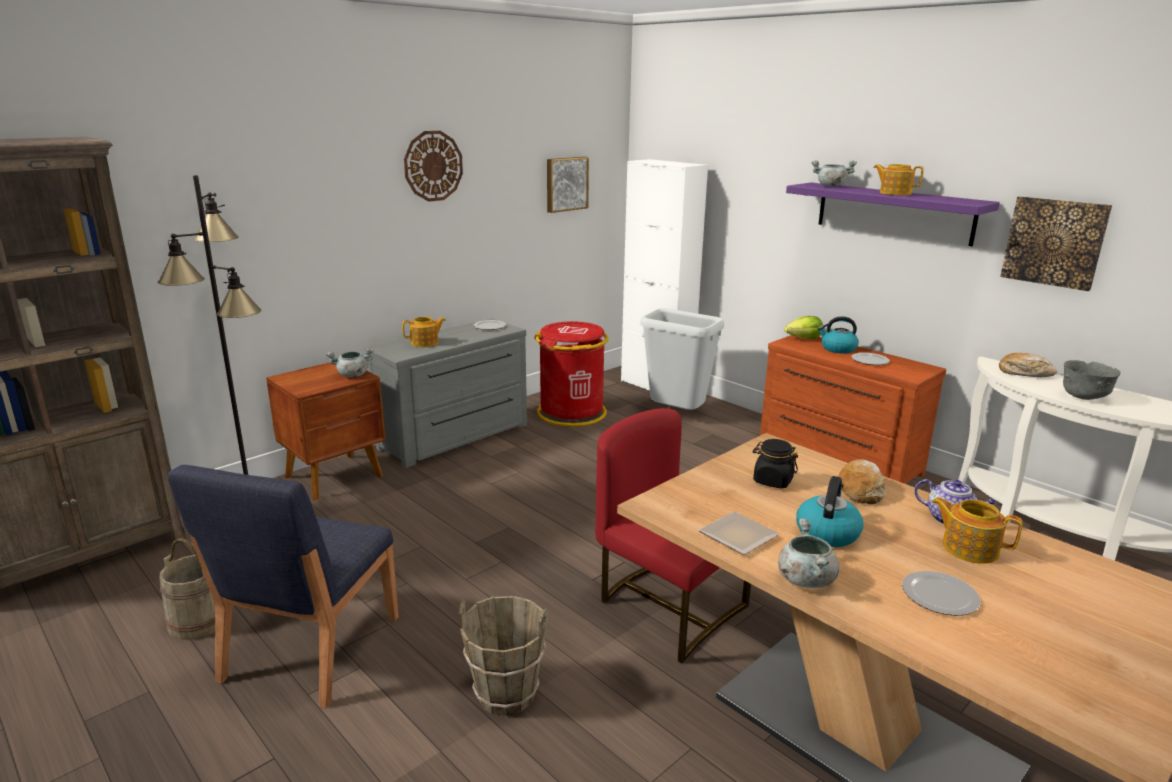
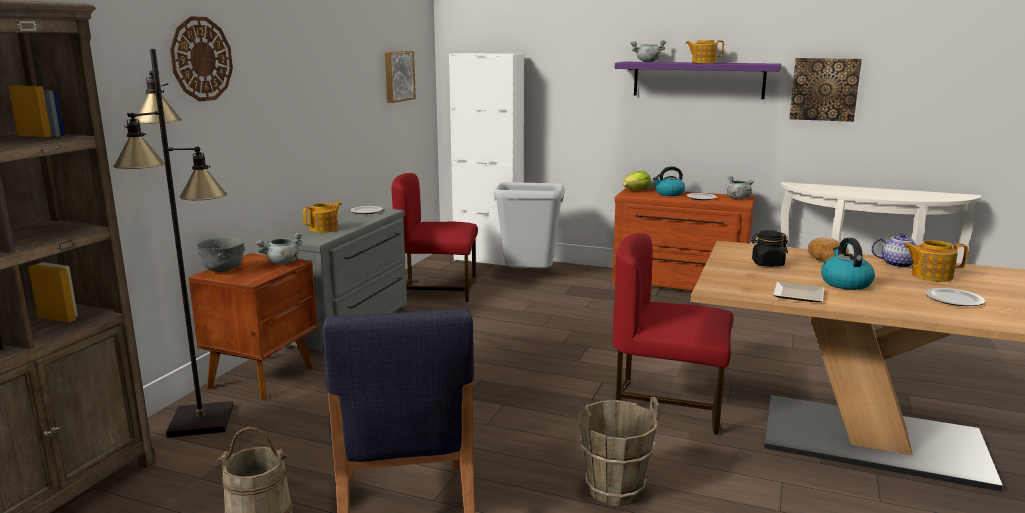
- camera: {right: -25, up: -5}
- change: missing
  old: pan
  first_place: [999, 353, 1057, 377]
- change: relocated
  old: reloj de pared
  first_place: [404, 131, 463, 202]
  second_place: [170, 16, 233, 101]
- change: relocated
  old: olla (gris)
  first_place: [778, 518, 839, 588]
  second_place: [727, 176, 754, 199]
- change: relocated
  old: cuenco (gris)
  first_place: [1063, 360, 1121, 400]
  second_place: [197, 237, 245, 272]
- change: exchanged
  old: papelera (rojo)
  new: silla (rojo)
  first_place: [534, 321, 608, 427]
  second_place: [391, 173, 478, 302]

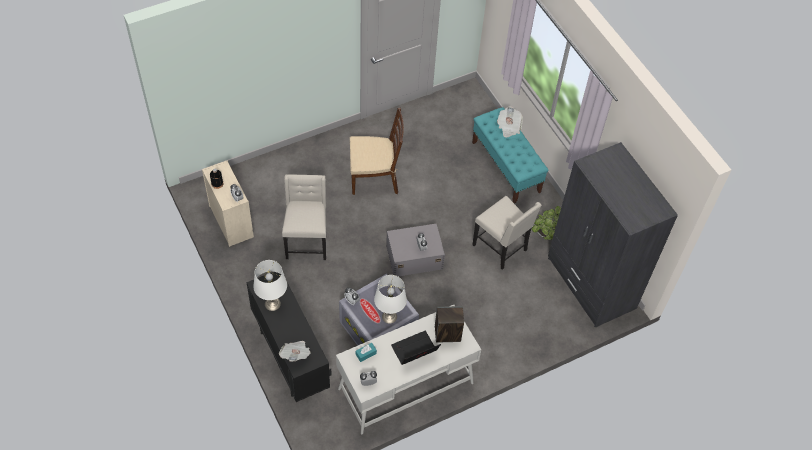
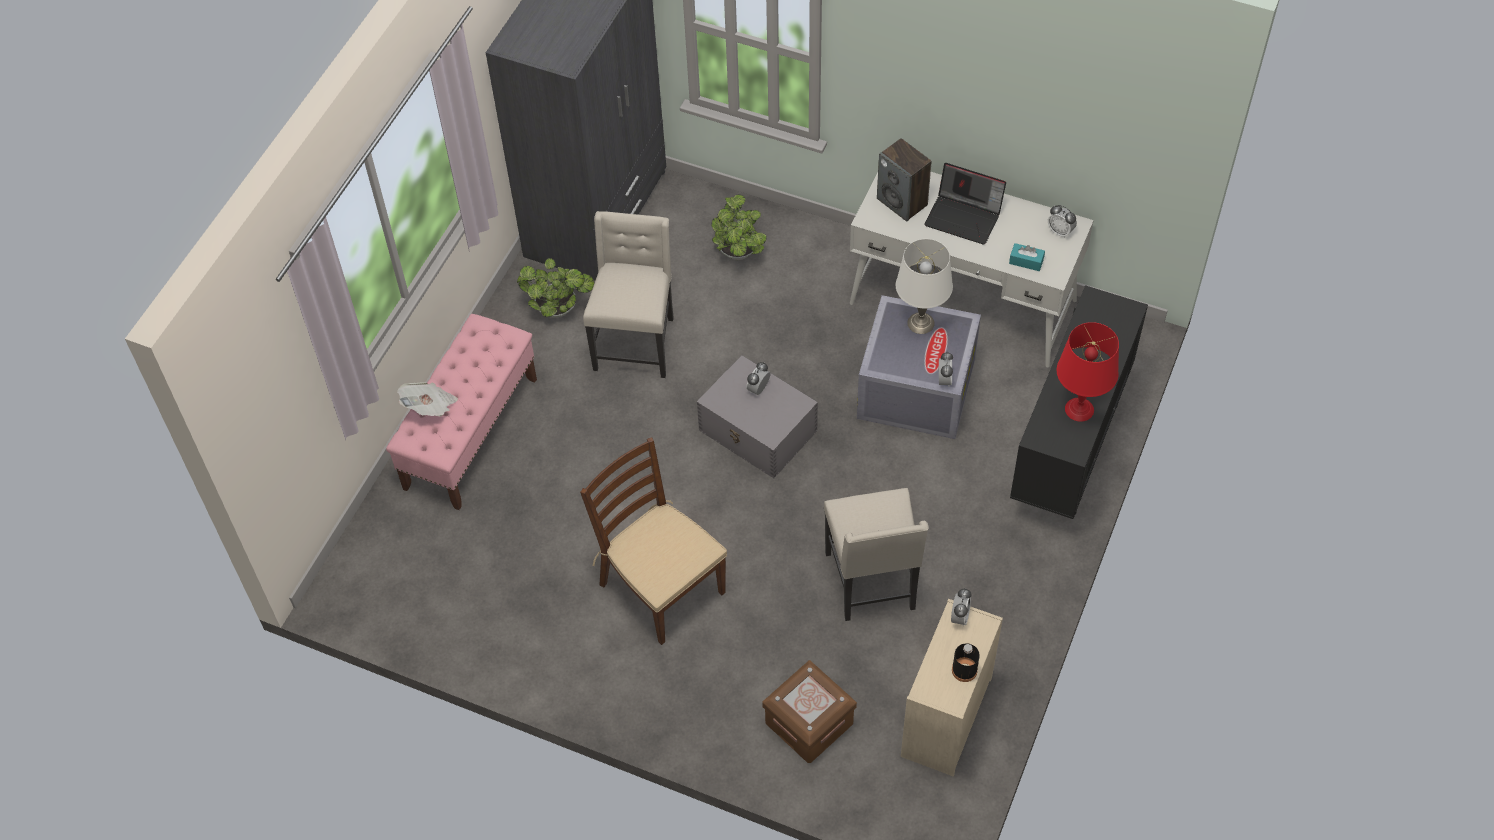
- camera: {right: -125, up: 0}
- change: missing
  old: periódico
  first_place: [279, 341, 311, 362]
- change: appeared
  new: planta en maceta
  second_place: [711, 194, 767, 260]
- change: appeared
  new: caja de almacenaje (marrón)
  second_place: [762, 660, 857, 763]
- change: colour
  old: lámpara de mesa (blanco)
  new: lámpara de mesa (rojo)
  first_place: [253, 260, 287, 311]
  second_place: [1057, 322, 1119, 422]
- change: colour
  old: banco (turquesa)
  new: banco (rosa)
  first_place: [472, 107, 549, 203]
  second_place: [386, 314, 537, 510]
- change: spun
  old: silla (beis)
  first_place: [282, 174, 326, 260]
  second_place: [824, 488, 929, 621]
  degrees: -60

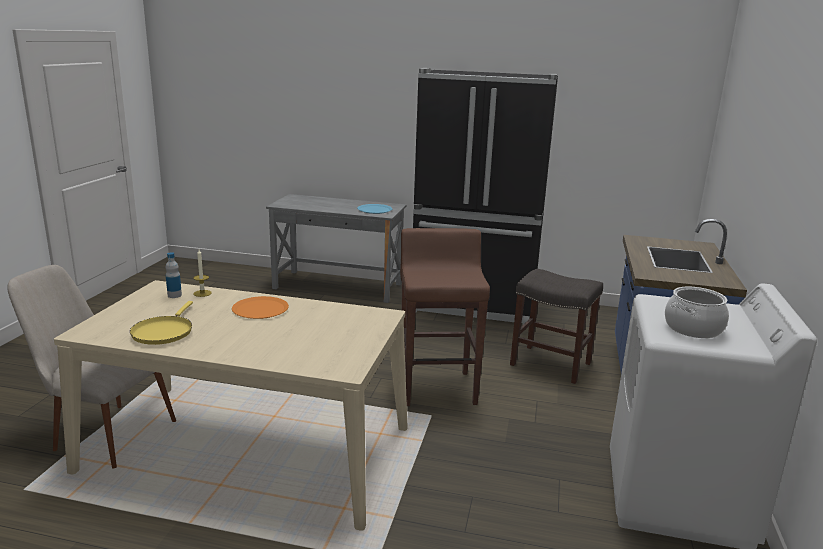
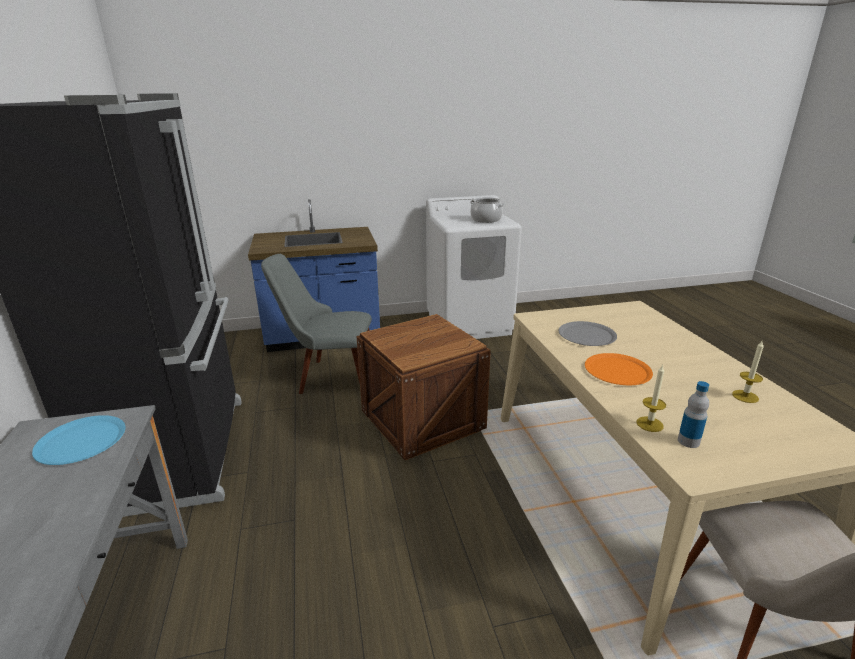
- camera: {right: -115, up: 5}
- change: appeared
  new: plato (gris)
  second_place: [559, 321, 617, 346]
- change: exchanged
  old: sartén (amarillo)
  new: vela
  first_place: [130, 301, 193, 345]
  second_place: [732, 341, 764, 403]
- change: exchanged
  old: taburete (marrón)
  new: caja de embalaje
  first_place: [400, 228, 490, 406]
  second_place: [356, 314, 491, 460]
- change: exchanged
  old: taburete (gris)
  new: silla (gris)
  first_place: [510, 269, 603, 384]
  second_place: [261, 254, 372, 394]

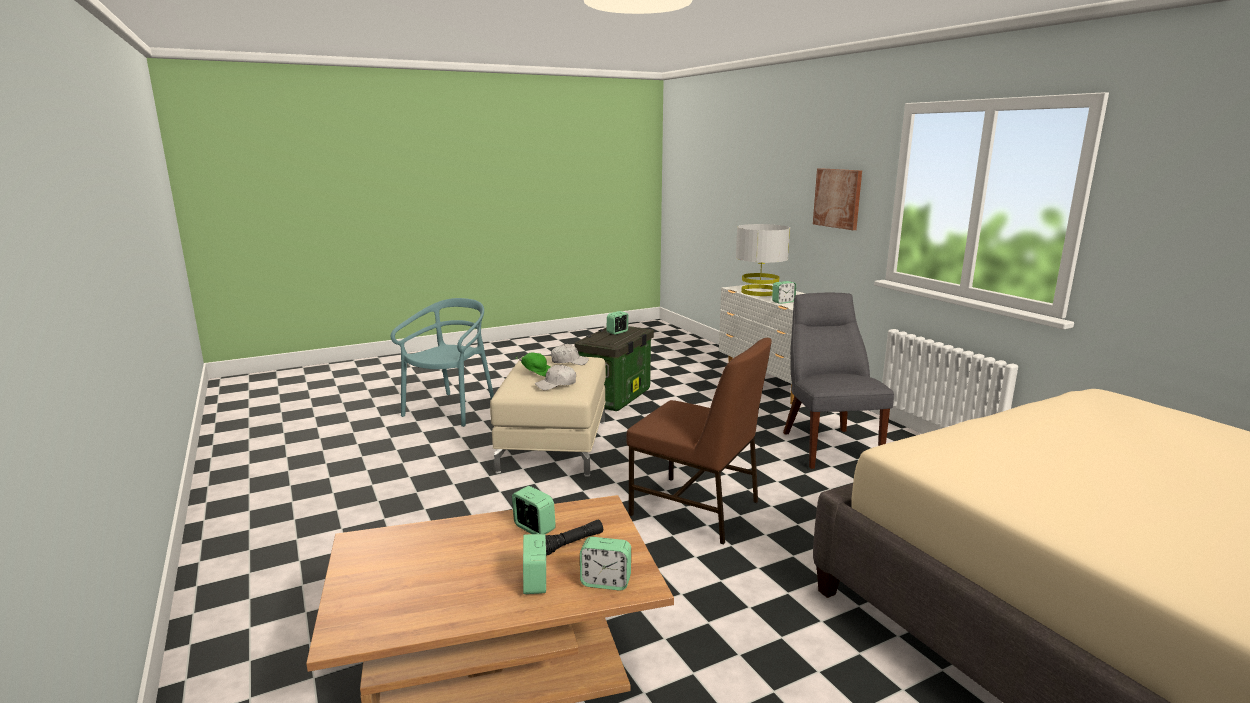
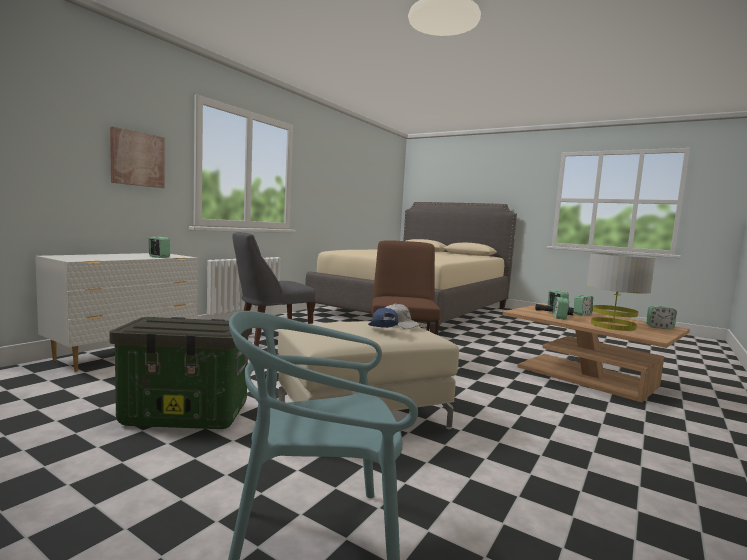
- camera: {right: -120, up: -10}
- change: missing
  old: gorra (blanco)
  first_place: [551, 344, 589, 365]
- change: relocated
  old: despertador
  first_place: [606, 311, 629, 335]
  second_place: [646, 306, 677, 329]
- change: relocated
  old: lámpara de mesa (gris)
  first_place: [736, 224, 790, 296]
  second_place: [586, 253, 655, 331]
- change: colour
  old: gorra (verde)
  new: gorra (azul)
  first_place: [516, 353, 550, 377]
  second_place: [368, 308, 398, 328]

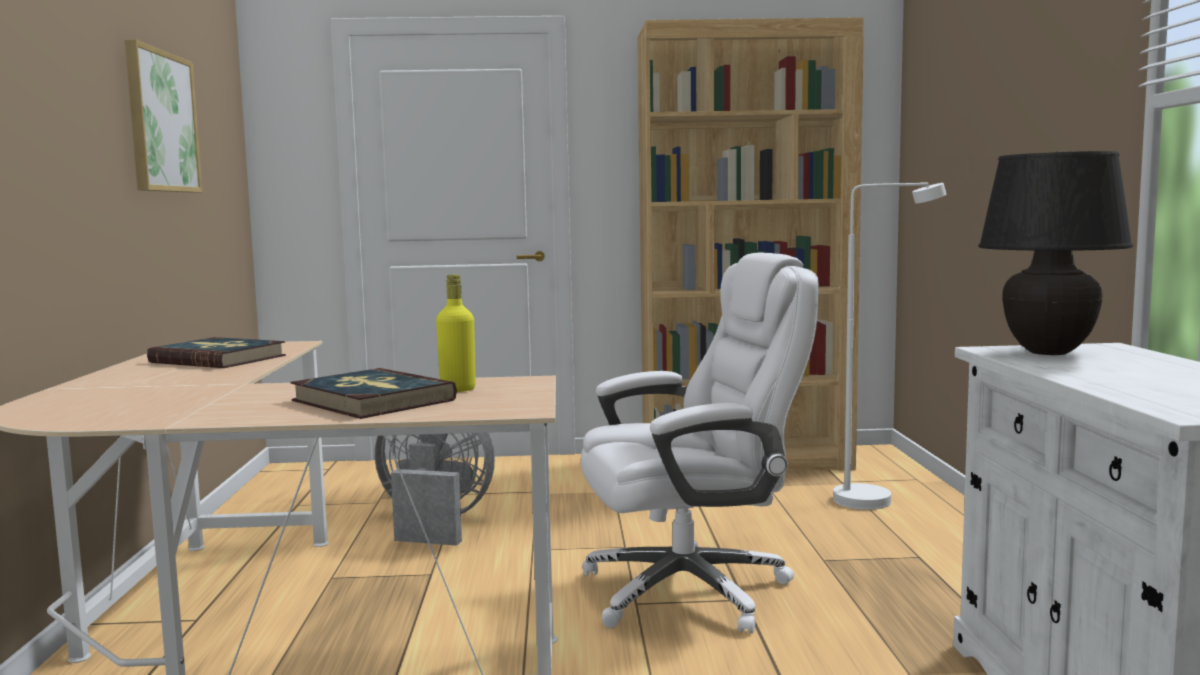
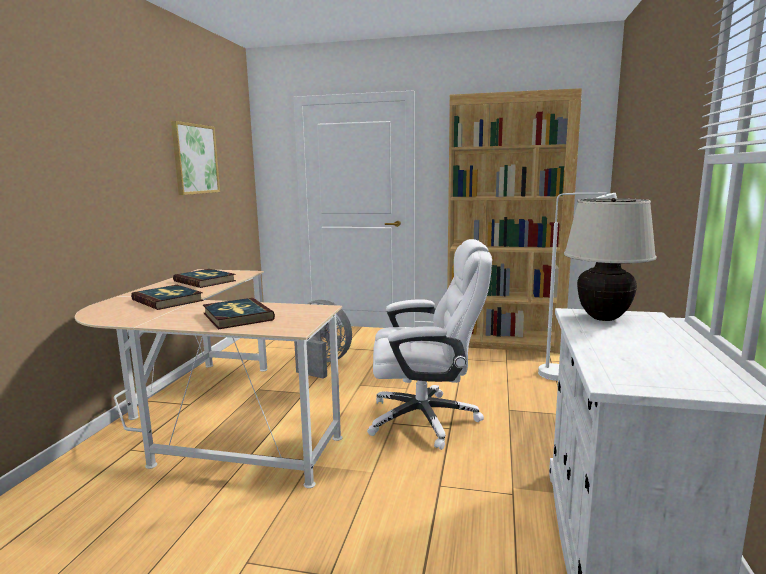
- camera: {right: 15, up: 5}
- change: missing
  old: botella (amarillo)
  first_place: [436, 274, 476, 392]
- change: appeared
  new: libro
  second_place: [131, 285, 204, 310]
- change: colour
  old: lámpara de mesa (negro)
  new: lámpara de mesa (beis)
  first_place: [978, 151, 1133, 355]
  second_place: [564, 198, 657, 321]

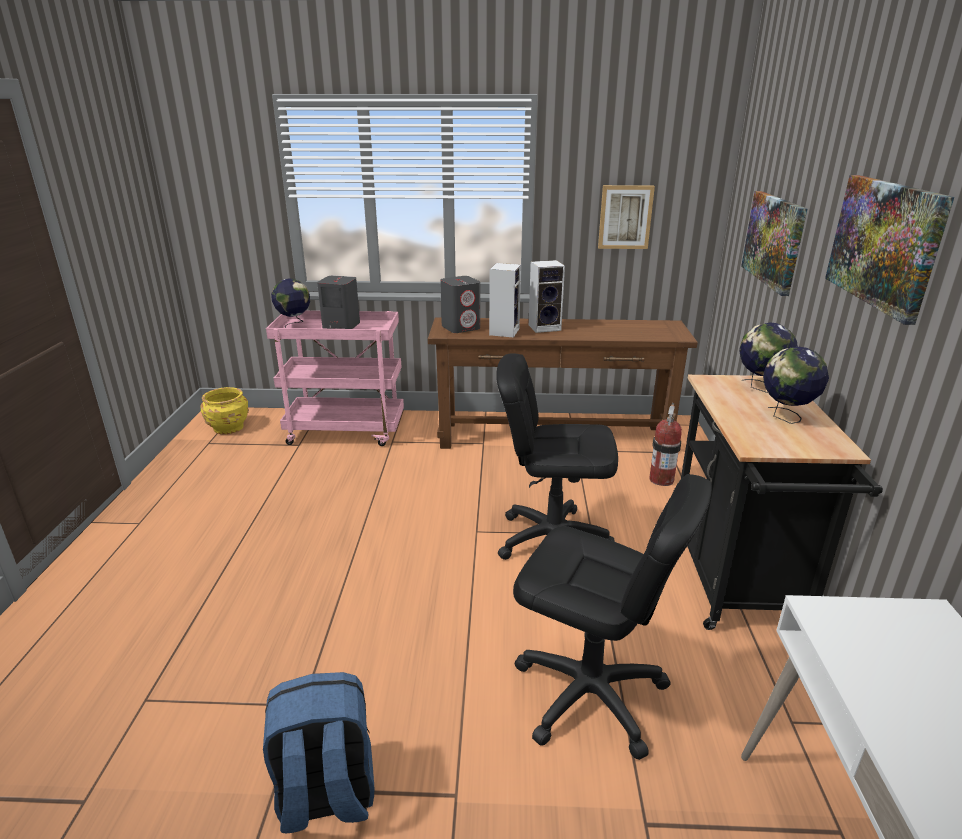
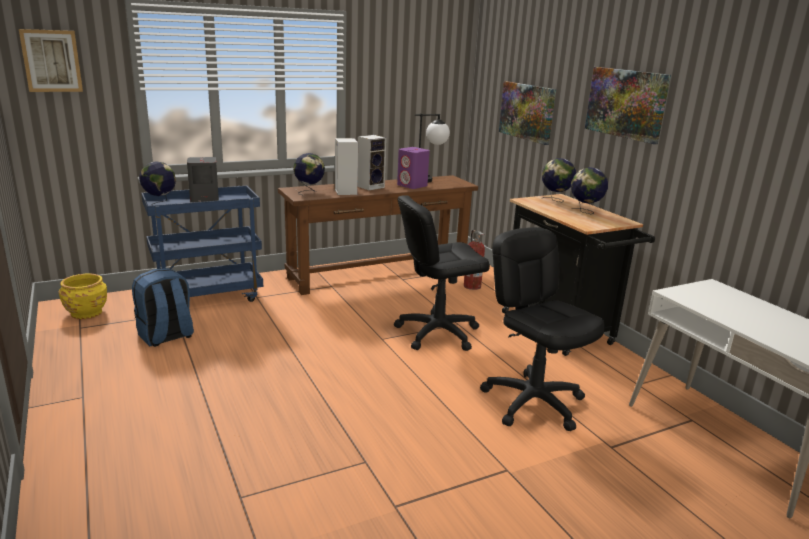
- camera: {right: -30, up: -5}
- change: appeared
  new: altavoz (morado)
  second_place: [397, 147, 430, 189]
- change: appeared
  new: lámpara de mesa
  second_place: [415, 113, 450, 183]
- change: relocated
  old: mochila (azul)
  first_place: [263, 672, 374, 833]
  second_place: [132, 268, 194, 347]
- change: relocated
  old: cuadro
  first_place: [598, 185, 655, 249]
  second_place: [19, 29, 83, 92]
- change: exchanged
  old: altavoz (gris)
  new: globo terráqueo
  first_place: [440, 276, 480, 333]
  second_place: [293, 153, 325, 195]
- change: colour
  old: carrito (rosa)
  new: carrito (azul)
  first_place: [266, 311, 404, 446]
  second_place: [141, 186, 263, 302]
- change: spun
  old: silla de oficina (negro)
  first_place: [513, 474, 712, 760]
  second_place: [480, 227, 605, 431]
  degrees: -120

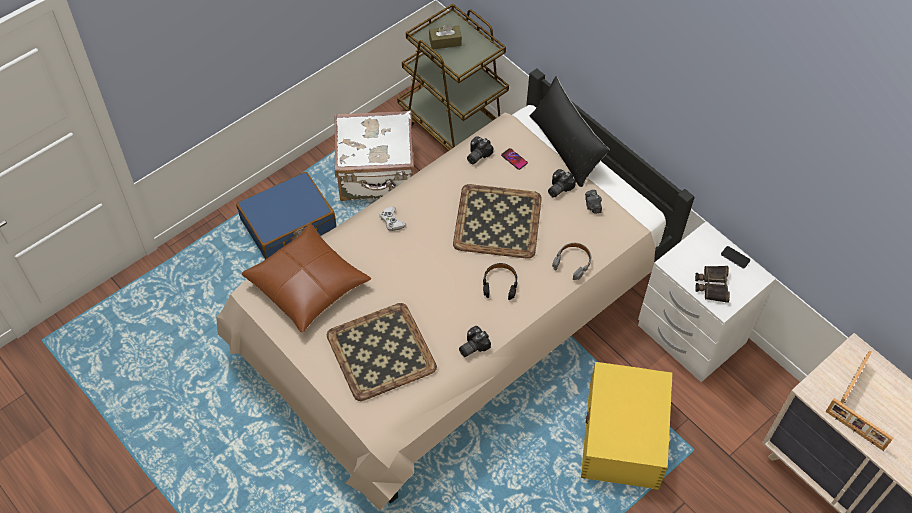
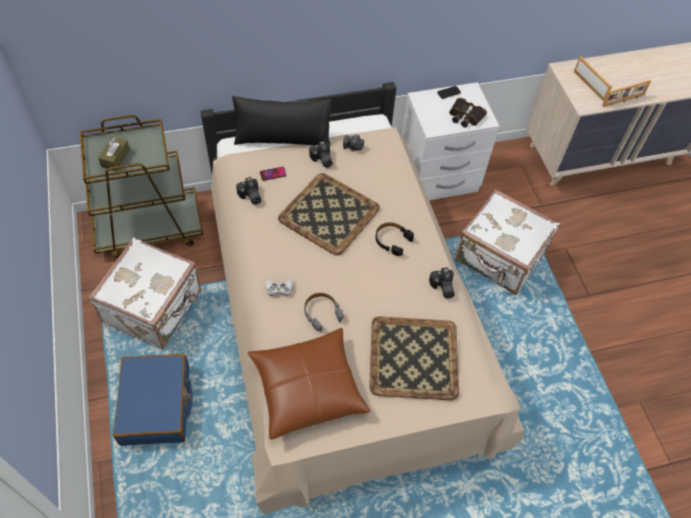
- camera: {right: -65, up: 0}
- change: relocated
  old: auriculares (gris)
  first_place: [552, 243, 591, 280]
  second_place: [304, 292, 344, 332]
- change: exchanged
  old: caja de almacenaje (amarillo)
  new: maleta (blanco)
  first_place: [581, 362, 673, 490]
  second_place: [456, 189, 560, 295]

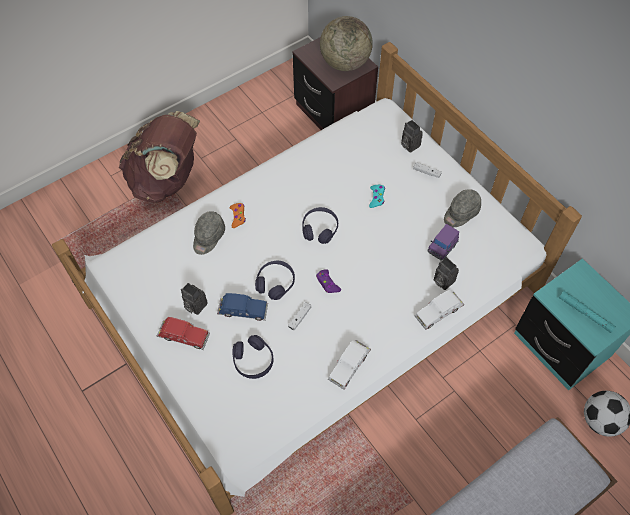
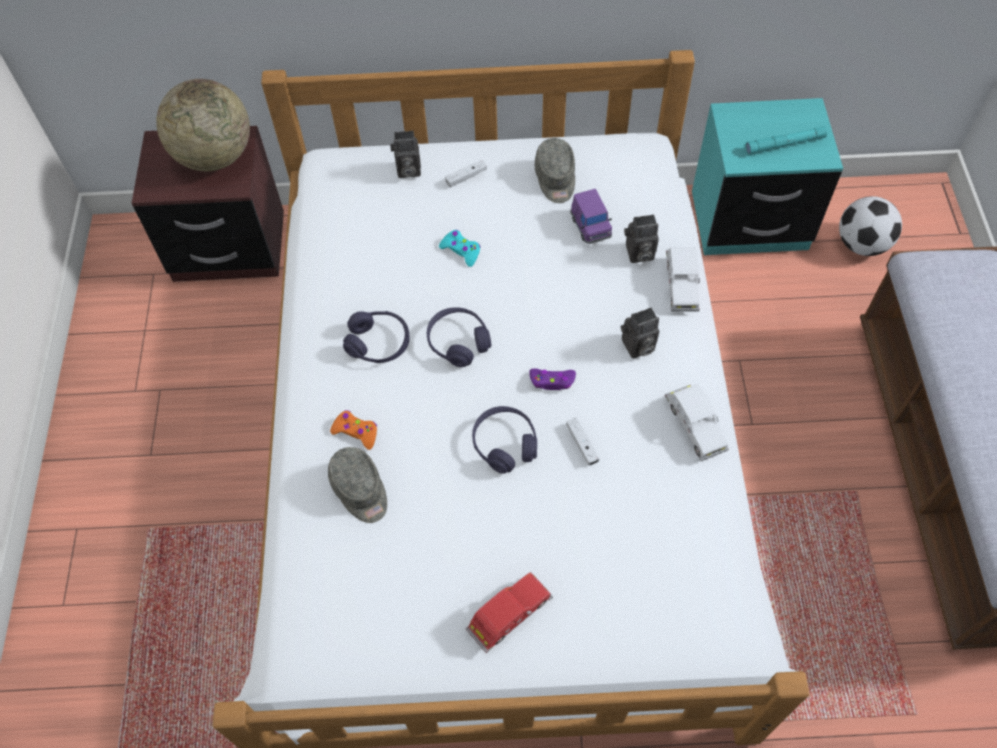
- camera: {right: -55, up: 0}
- change: missing
  old: mochila (marrón)
  first_place: [119, 111, 200, 202]
- change: missing
  old: coche de juguete (azul)
  first_place: [217, 293, 268, 321]
- change: relocated
  old: cámara
  first_place: [181, 283, 208, 315]
  second_place: [621, 308, 659, 358]
- change: relocated
  old: auriculares (morado)
  first_place: [232, 335, 273, 379]
  second_place: [343, 311, 410, 363]

